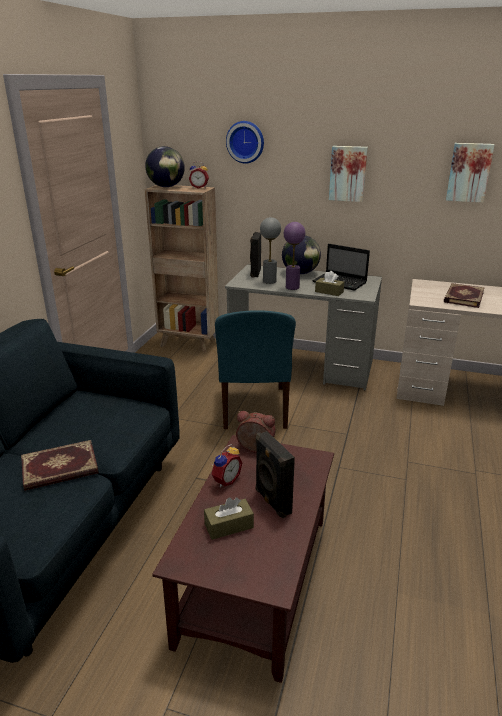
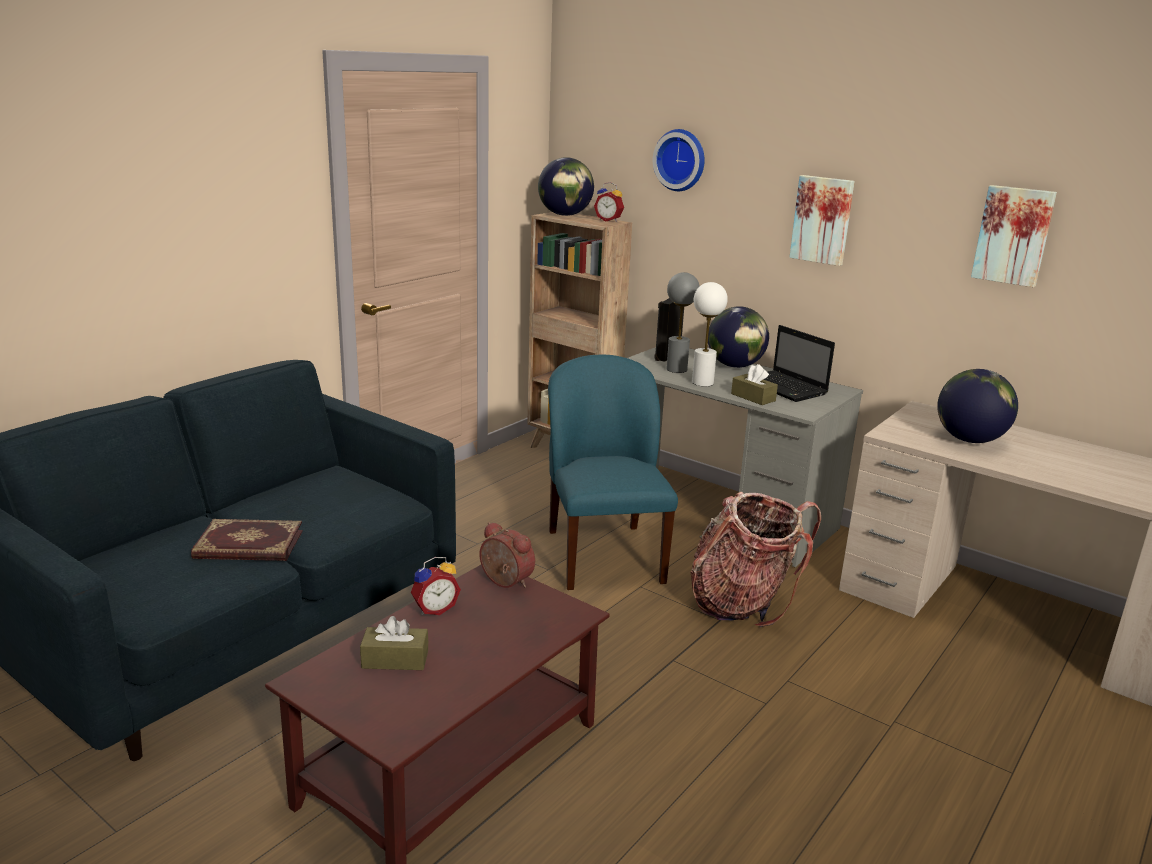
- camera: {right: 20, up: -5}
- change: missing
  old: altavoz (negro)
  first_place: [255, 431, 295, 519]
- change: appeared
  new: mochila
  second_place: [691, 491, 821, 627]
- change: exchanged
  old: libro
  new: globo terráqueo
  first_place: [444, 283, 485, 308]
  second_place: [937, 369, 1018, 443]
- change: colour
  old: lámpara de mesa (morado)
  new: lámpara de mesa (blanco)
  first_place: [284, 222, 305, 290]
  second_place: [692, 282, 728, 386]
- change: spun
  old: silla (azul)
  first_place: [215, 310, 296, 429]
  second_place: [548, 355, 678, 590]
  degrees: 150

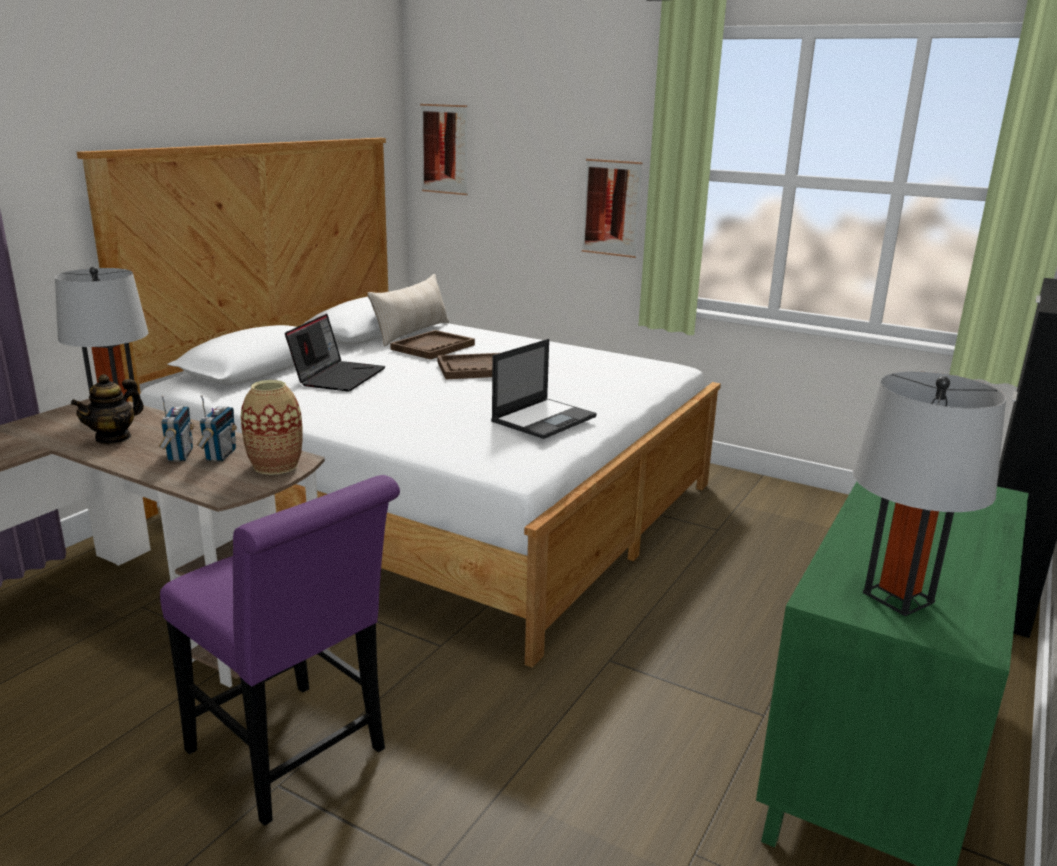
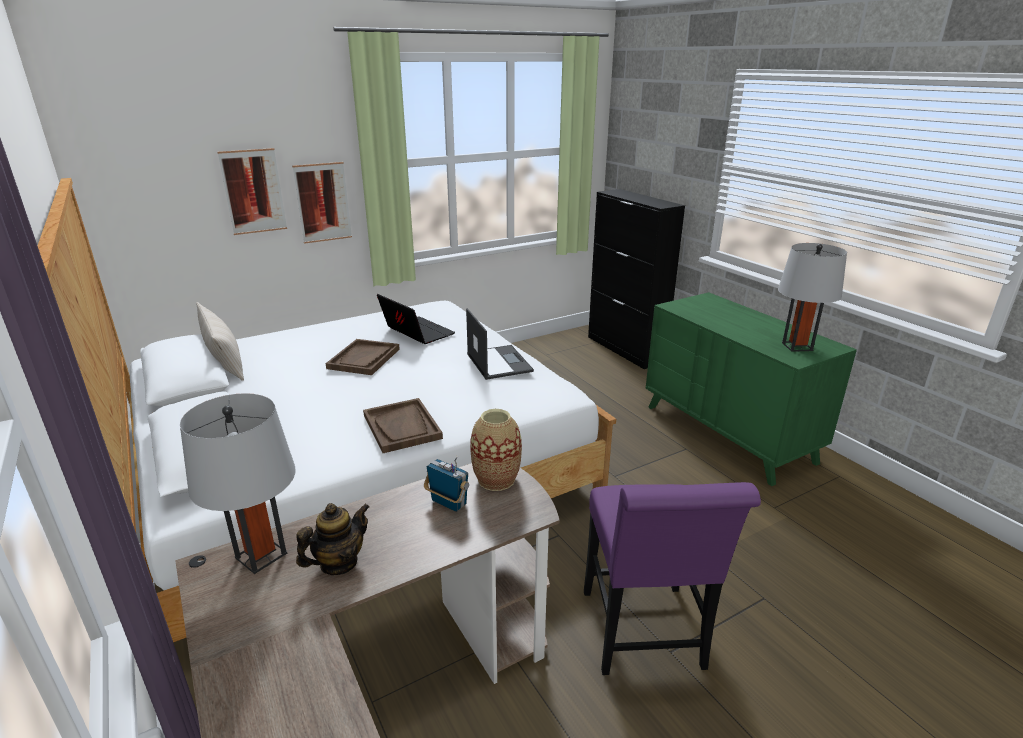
- camera: {right: -60, up: 5}
- change: missing
  old: radio
  first_place: [158, 395, 194, 462]
- change: relocated
  old: portátil
  first_place: [285, 314, 386, 391]
  second_place: [377, 294, 455, 344]
- change: relocated
  old: bandeja (marrón)
  first_place: [390, 330, 475, 360]
  second_place: [363, 398, 443, 453]
- change: relocated
  old: cuadro
  first_place: [420, 104, 467, 195]
  second_place: [218, 148, 287, 235]
- change: spun
  old: tetera
  first_place: [71, 374, 144, 444]
  second_place: [296, 503, 370, 575]
  degrees: -105
- change: spun
  old: silla (morado)
  first_place: [160, 475, 400, 826]
  second_place: [584, 482, 761, 675]
  degrees: 105

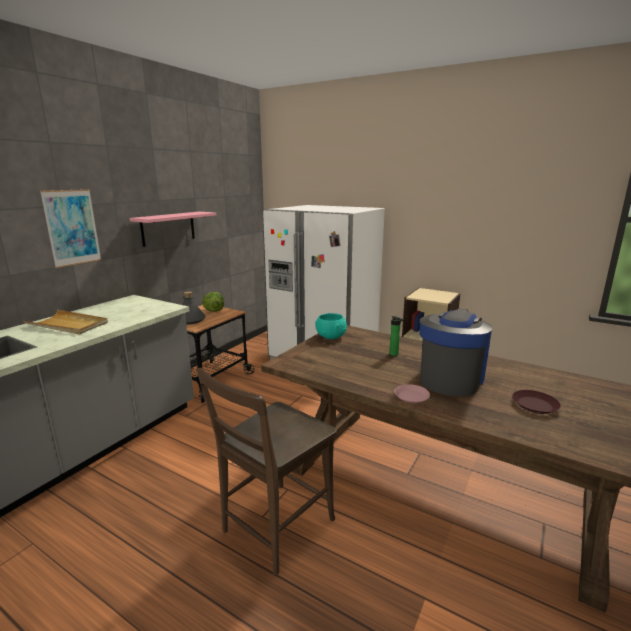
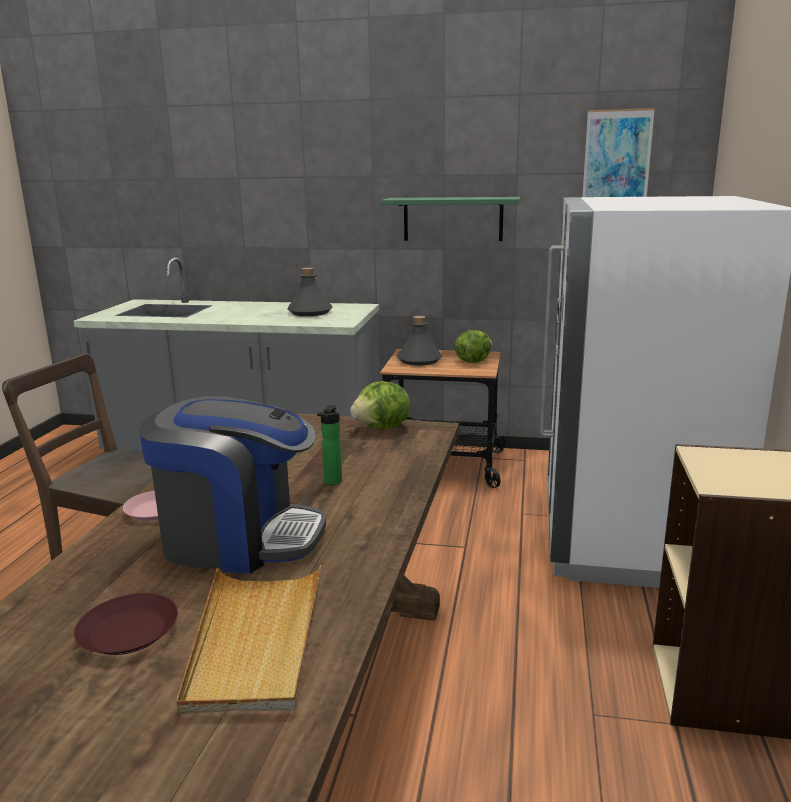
- camera: {right: 70, up: 0}
- change: appeared
  new: botella (gris)
  second_place: [287, 268, 332, 316]
- change: relocated
  old: bandeja (beis)
  first_place: [23, 310, 108, 334]
  second_place: [176, 565, 321, 714]
- change: relocated
  old: cuadro
  first_place: [40, 189, 101, 268]
  second_place: [583, 108, 655, 197]
- change: exchanged
  old: cuenco (turquesa)
  new: lechuga
  first_place: [315, 313, 347, 339]
  second_place: [350, 381, 410, 429]
- change: colour
  old: estante (rosa)
  new: estante (verde)
  first_place: [129, 212, 216, 247]
  second_place: [381, 197, 520, 241]

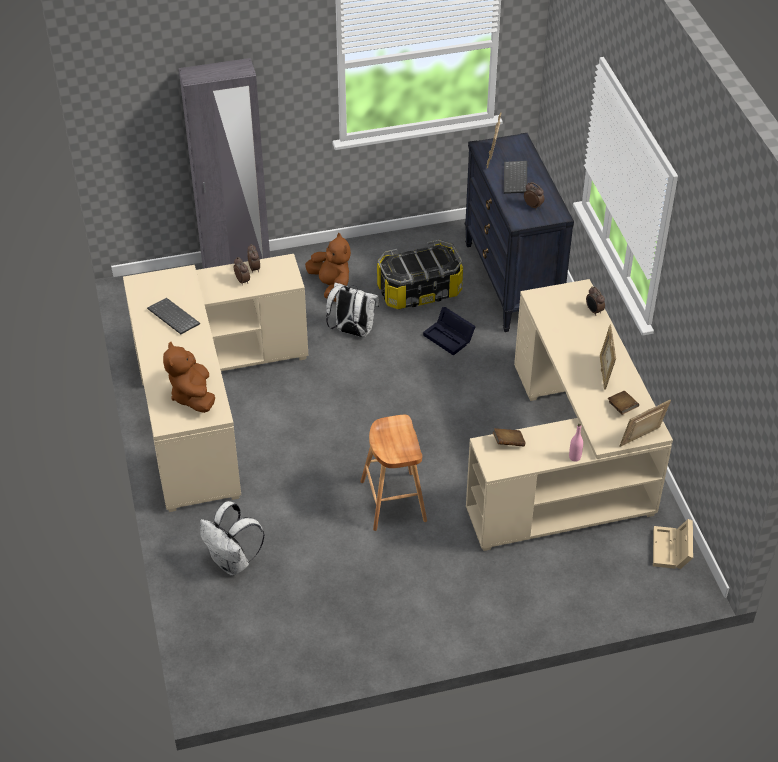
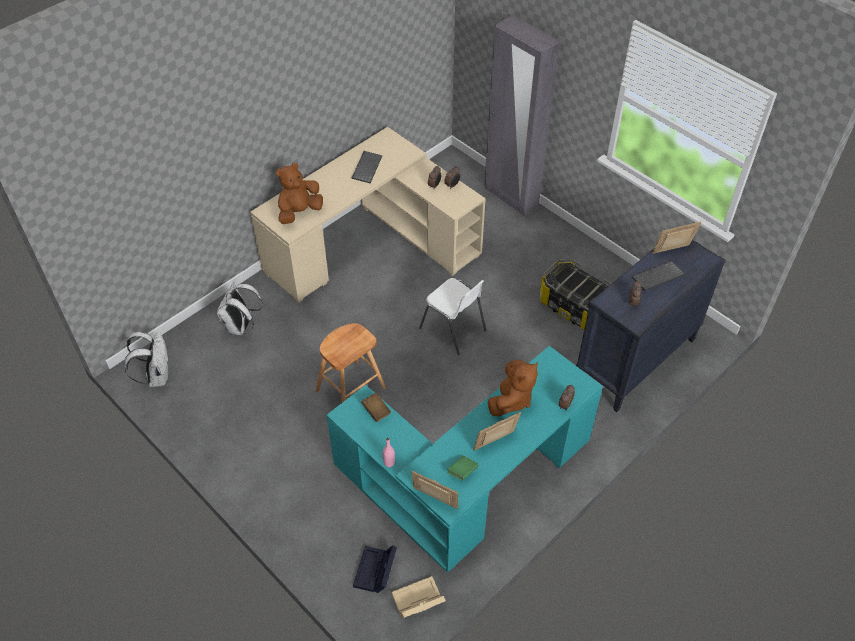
- camera: {right: 60, up: 5}
- change: appeared
  new: silla (blanco)
  second_place: [419, 278, 486, 355]
- change: relocated
  old: peluche (marrón)
  first_place: [305, 233, 351, 302]
  second_place: [488, 360, 538, 416]
- change: relocated
  old: mochila (blanco)
  first_place: [326, 282, 379, 337]
  second_place: [125, 331, 169, 387]
- change: relocated
  old: caja de almacenaje (negro)
  first_place: [423, 307, 476, 355]
  second_place: [353, 545, 397, 593]
- change: colour
  old: escritorio (beis)
  new: escritorio (turquesa)
  first_place: [466, 279, 673, 551]
  second_place: [326, 346, 603, 573]
- change: colour
  old: libro (marrón)
  new: libro (verde)
  first_place: [608, 391, 639, 415]
  second_place: [447, 456, 479, 480]

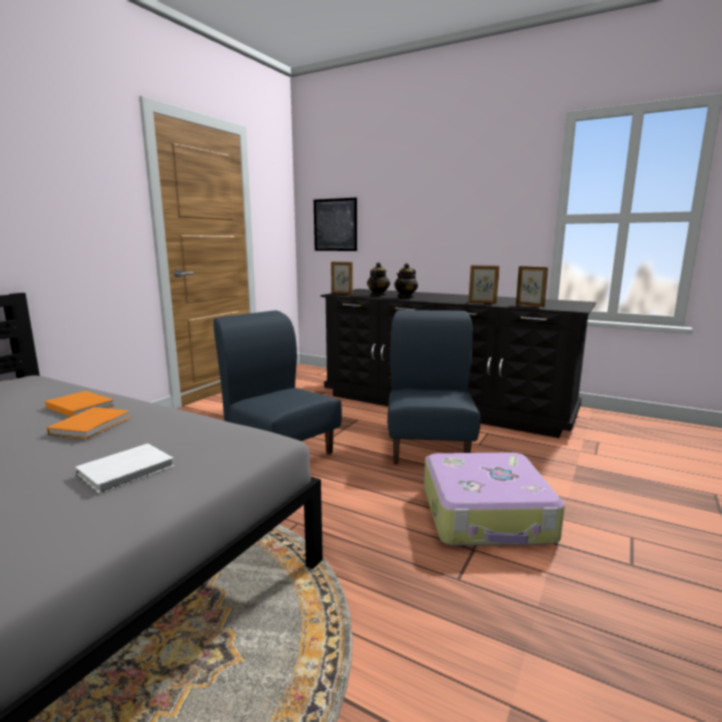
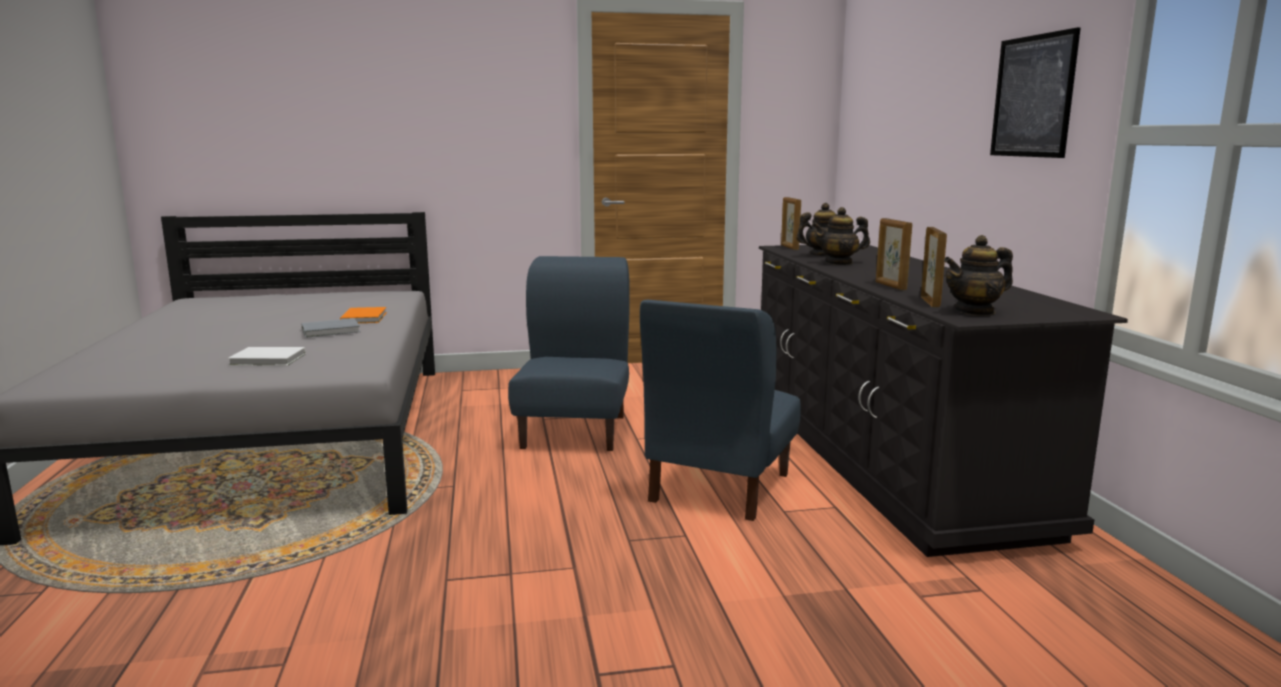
- camera: {right: 50, up: 0}
- change: missing
  old: maleta
  first_place: [424, 452, 565, 546]
- change: appeared
  new: tetera
  second_place: [944, 235, 1013, 316]
- change: relocated
  old: cuadro
  first_place: [314, 198, 357, 251]
  second_place: [990, 27, 1081, 158]
- change: colour
  old: libro (naranja)
  new: libro (gris)
  first_place: [47, 407, 130, 439]
  second_place: [301, 318, 360, 338]
- change: spun
  old: silla (azul)
  first_place: [387, 310, 481, 464]
  second_place: [640, 299, 801, 521]
  degrees: 150

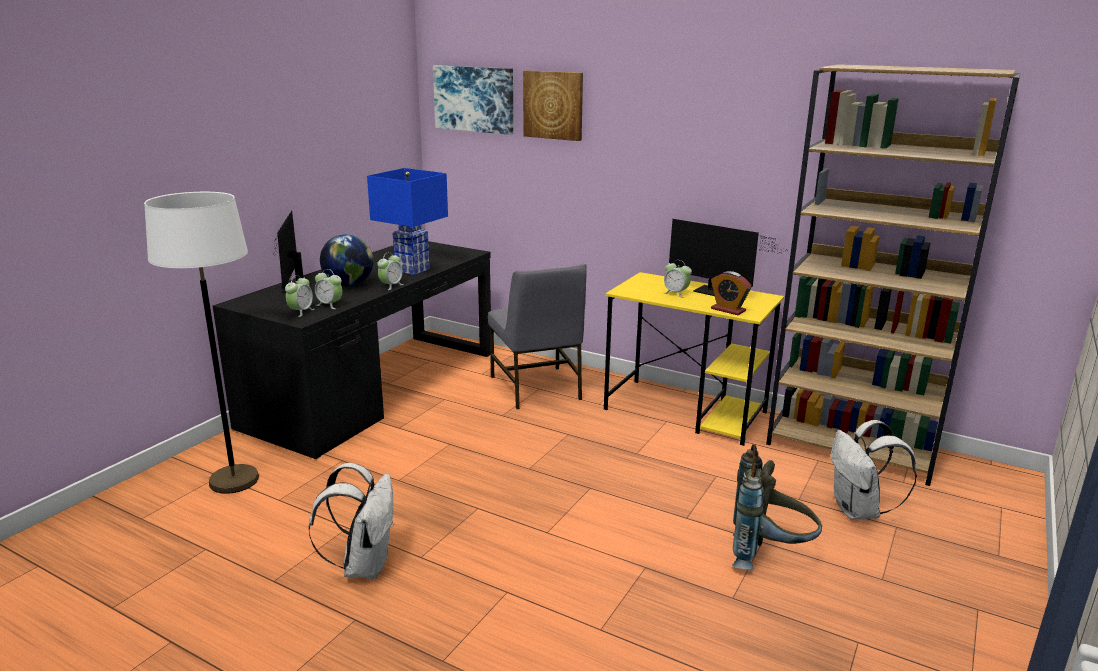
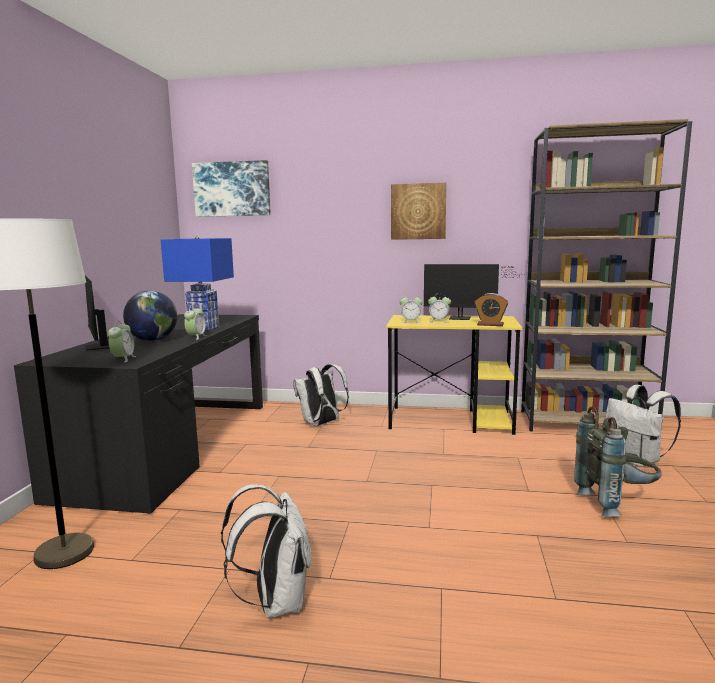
- camera: {right: -20, up: -10}
- change: relocated
  old: despertador
  first_place: [315, 269, 343, 309]
  second_place: [400, 297, 423, 323]
- change: relocated
  old: cuadro
  first_place: [523, 70, 583, 141]
  second_place: [391, 183, 446, 240]
- change: exchanged
  old: silla (gris)
  new: mochila (blanco)
  first_place: [488, 264, 587, 409]
  second_place: [293, 364, 349, 426]

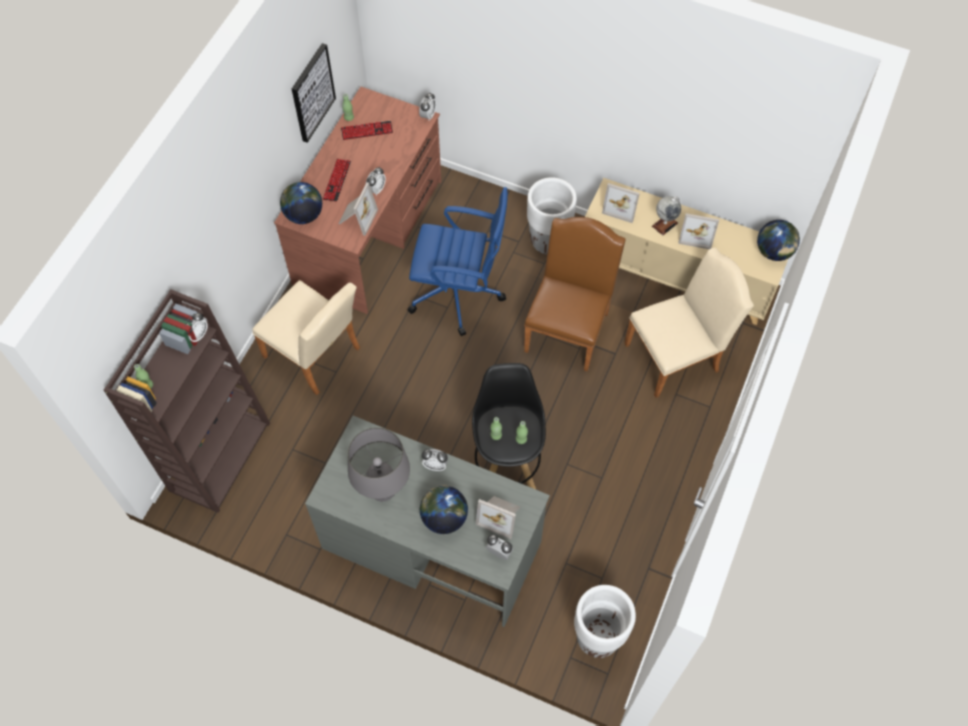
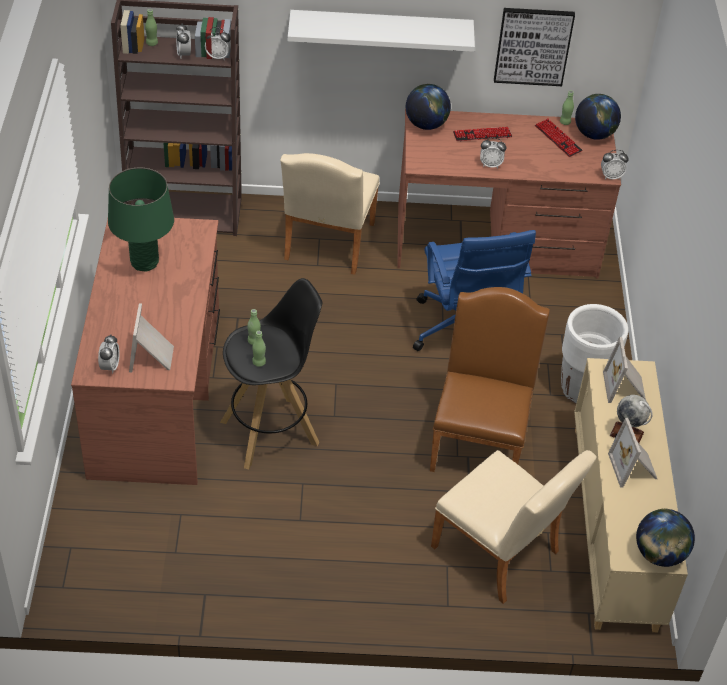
- camera: {right: 65, up: -15}
- change: missing
  old: portarretratos
  first_place: [338, 182, 378, 236]
- change: missing
  old: maceta (blanco)
  first_place: [574, 585, 636, 658]
- change: appeared
  new: estante (blanco)
  second_place: [288, 10, 475, 52]
- change: relocated
  old: globo terráqueo
  first_place: [420, 485, 468, 534]
  second_place: [575, 94, 621, 140]
- change: relocated
  old: despertador
  first_place: [422, 449, 448, 471]
  second_place: [176, 23, 191, 58]
- change: colour
  old: escritorio (gris)
  new: escritorio (marrón)
  first_place: [305, 416, 550, 627]
  second_place: [71, 218, 220, 485]
- change: colour
  old: lámpara de mesa (gris)
  new: lámpara de mesa (verde)
  first_place: [348, 427, 410, 502]
  second_place: [108, 168, 174, 272]
- change: spun
  old: silla (marrón)
  first_place: [524, 217, 625, 372]
  second_place: [430, 287, 550, 472]
  degrees: -75

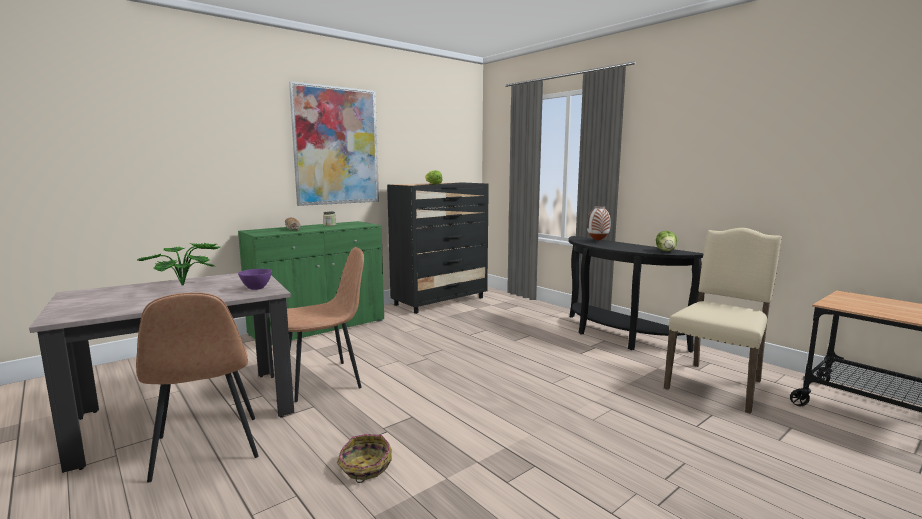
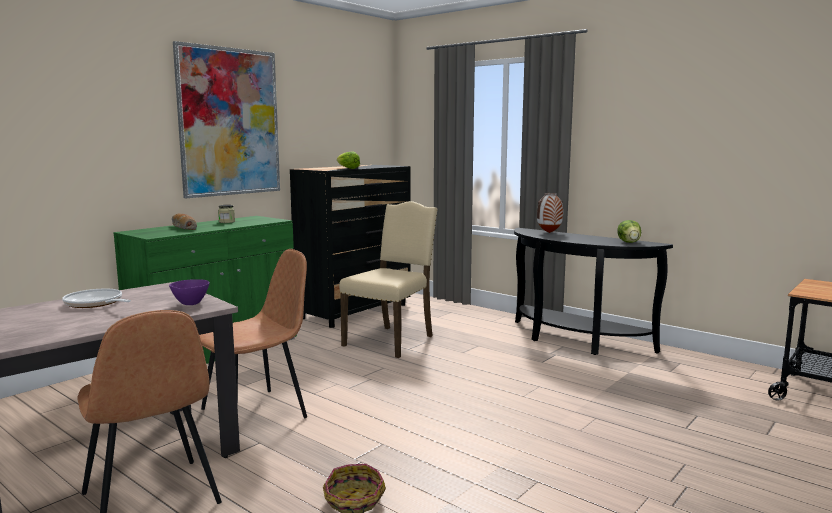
- camera: {right: -10, up: 0}
- change: relocated
  old: silla (beis)
  first_place: [664, 228, 782, 414]
  second_place: [339, 201, 438, 358]
- change: exchanged
  old: planta en maceta
  new: sartén
  first_place: [137, 243, 221, 286]
  second_place: [62, 289, 131, 308]

